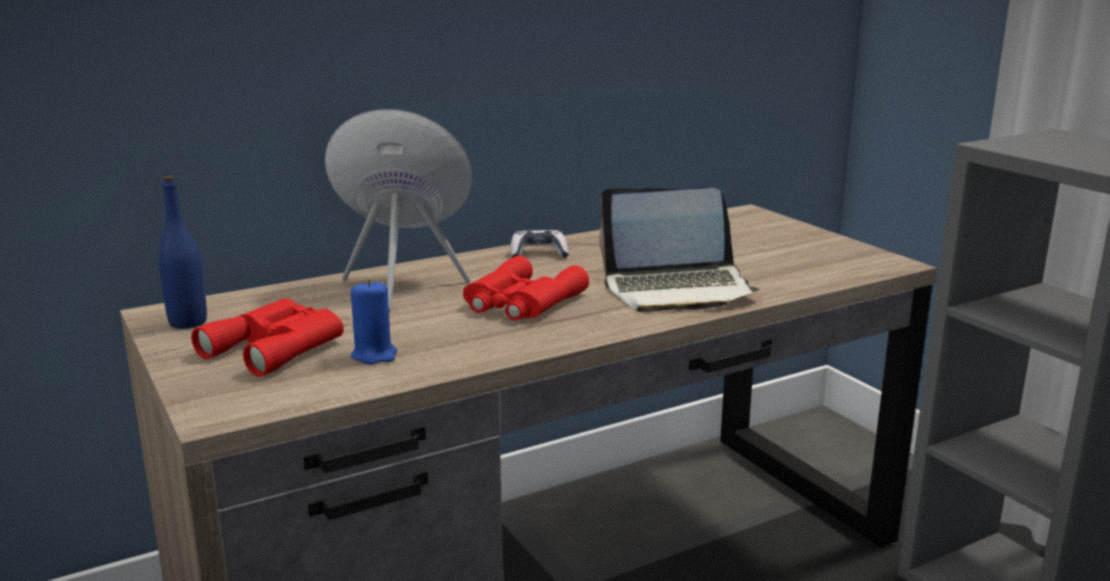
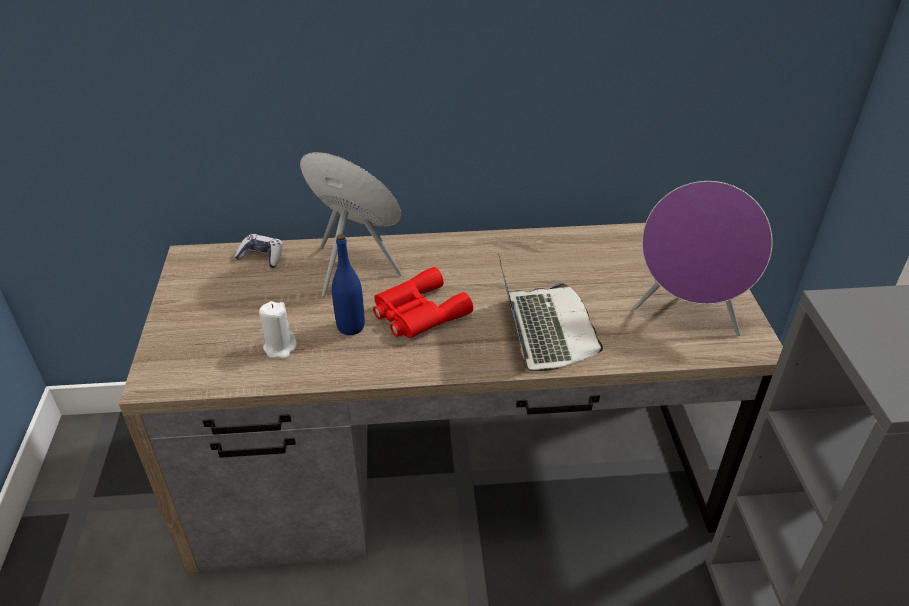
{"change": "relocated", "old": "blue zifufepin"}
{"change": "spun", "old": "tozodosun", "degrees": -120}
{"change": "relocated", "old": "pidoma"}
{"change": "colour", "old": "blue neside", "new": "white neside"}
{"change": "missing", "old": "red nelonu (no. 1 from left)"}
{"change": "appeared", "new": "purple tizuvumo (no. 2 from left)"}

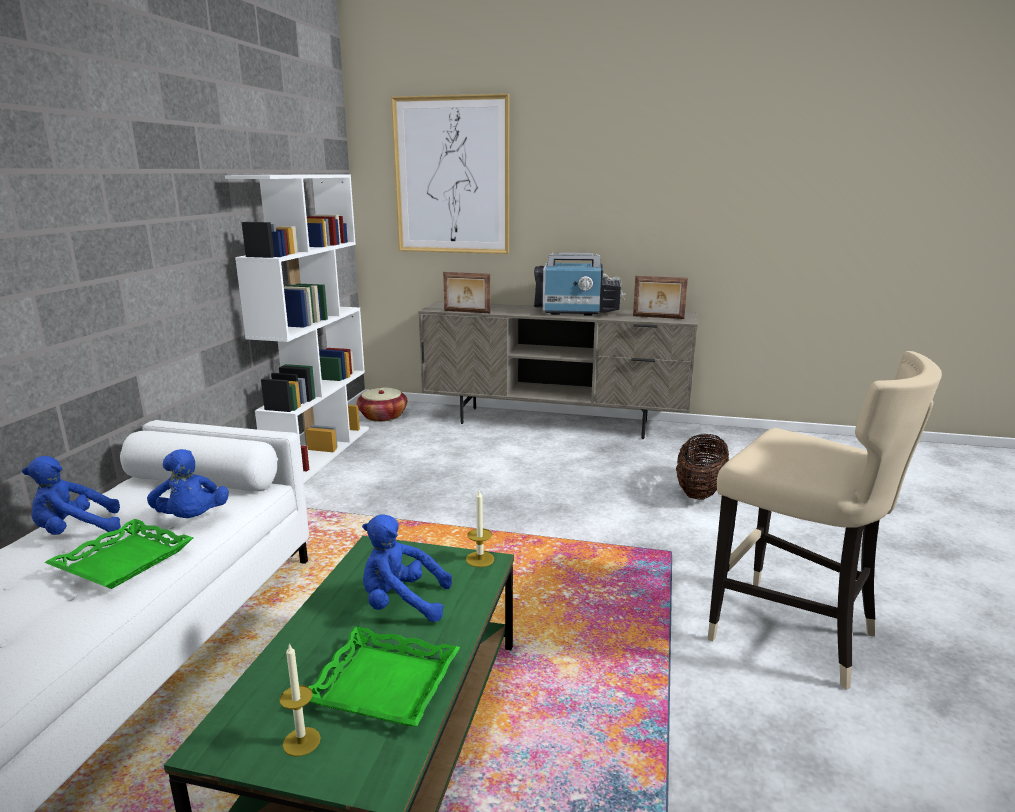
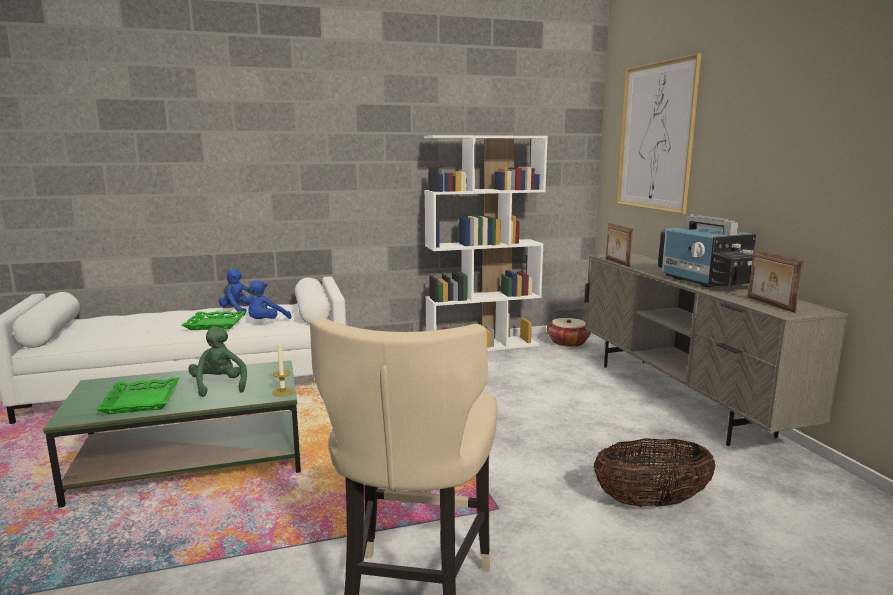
{"change": "colour", "old": "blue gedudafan (no. 3 from left)", "new": "green gedudafan"}
{"change": "missing", "old": "neside (no. 1 from left)"}

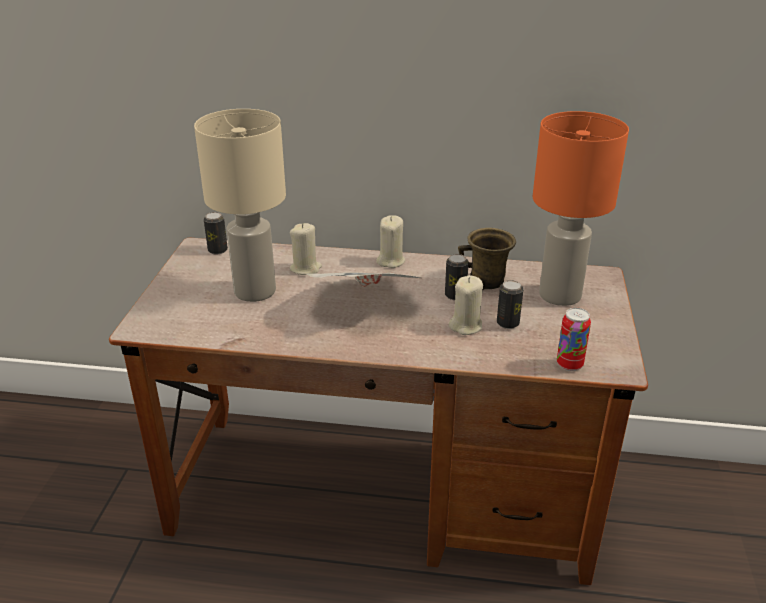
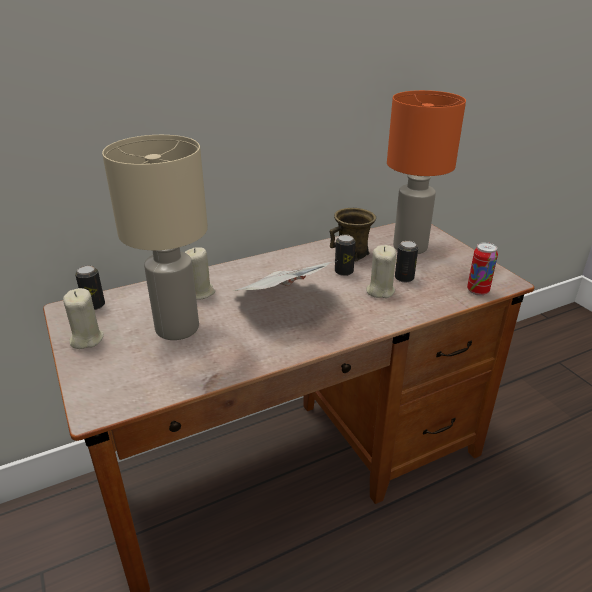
{"change": "relocated", "old": "beige neside (no. 2 from left in the first image)", "new": "beige neside (no. 1 from left)"}

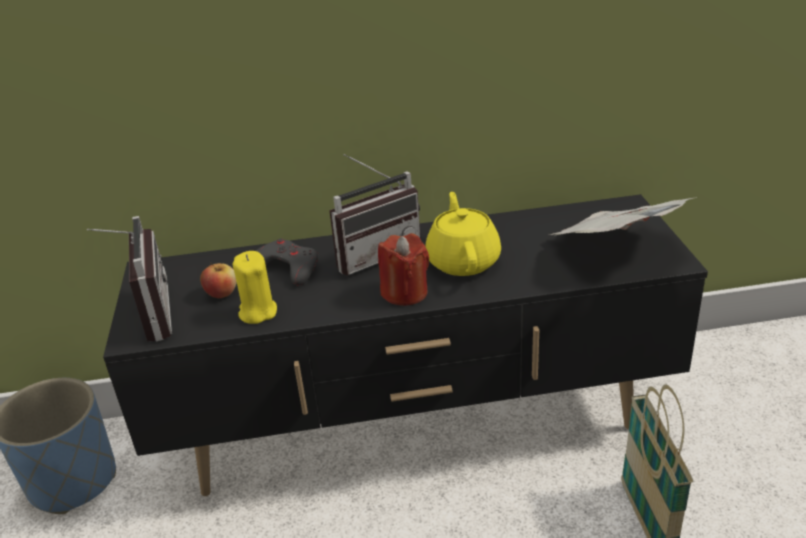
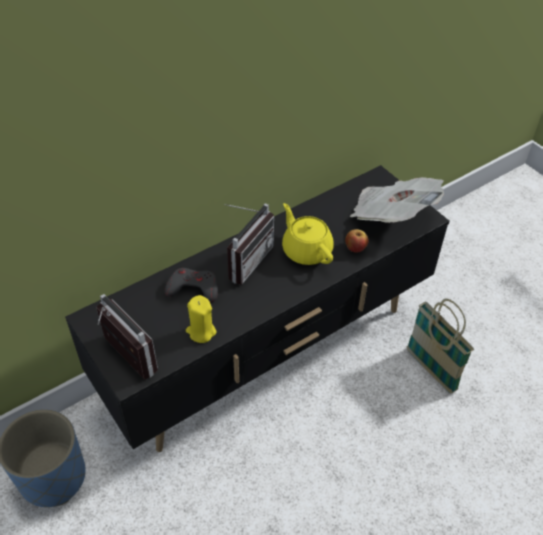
{"change": "missing", "old": "red neside"}
{"change": "relocated", "old": "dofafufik"}

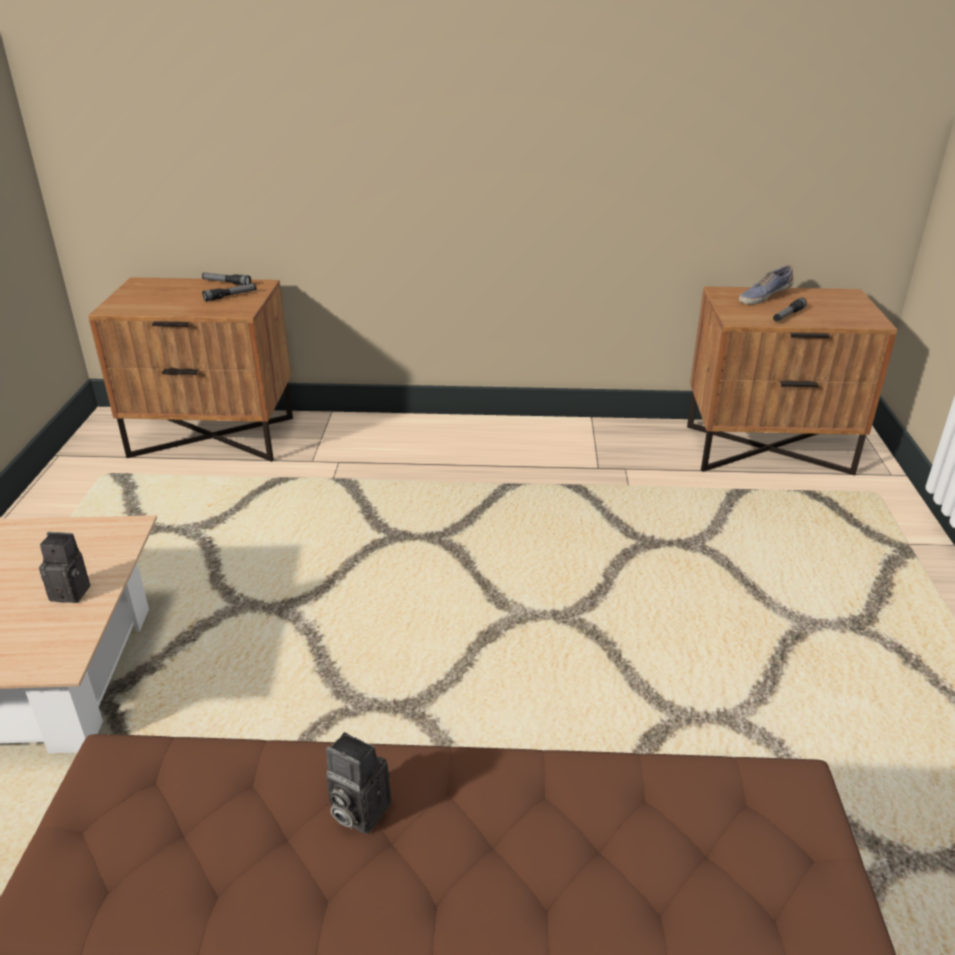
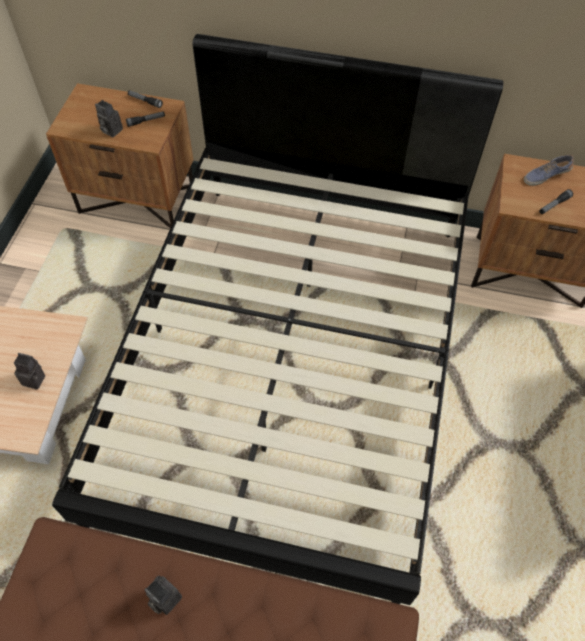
{"change": "appeared", "new": "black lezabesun"}
{"change": "appeared", "new": "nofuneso (no. 2 from left)"}

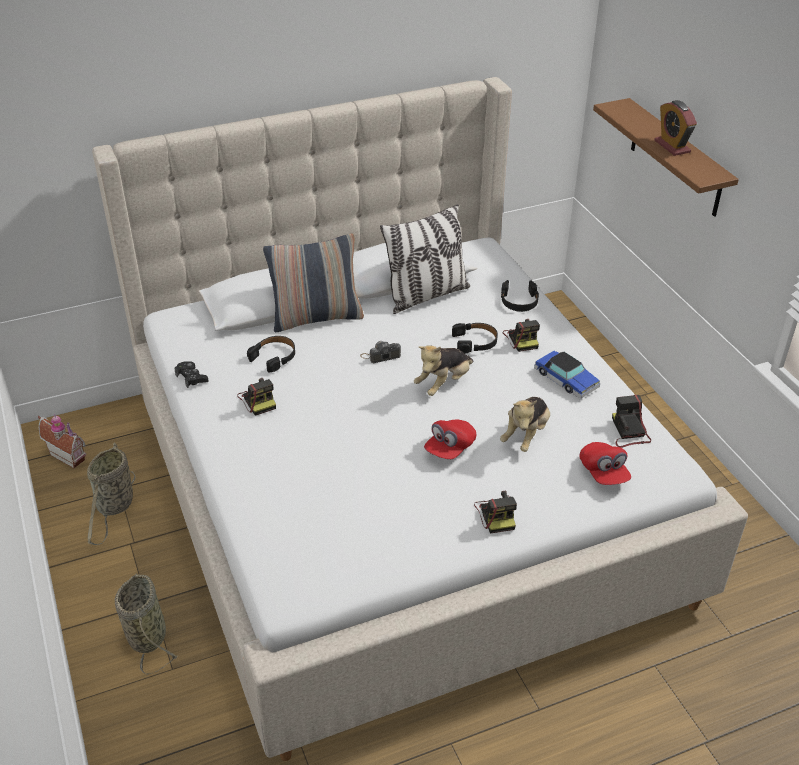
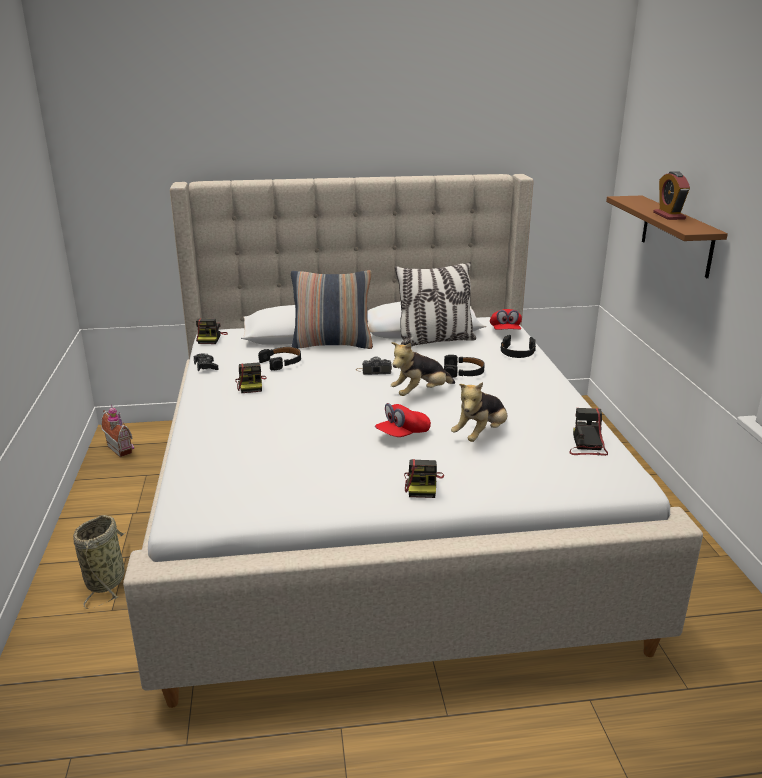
{"change": "relocated", "old": "nofuneso (no. 4 from left in the first image)", "new": "nofuneso (no. 1 from left)"}
{"change": "missing", "old": "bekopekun"}
{"change": "missing", "old": "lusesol (no. 1 from left)"}
{"change": "relocated", "old": "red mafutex (no. 2 from left)"}

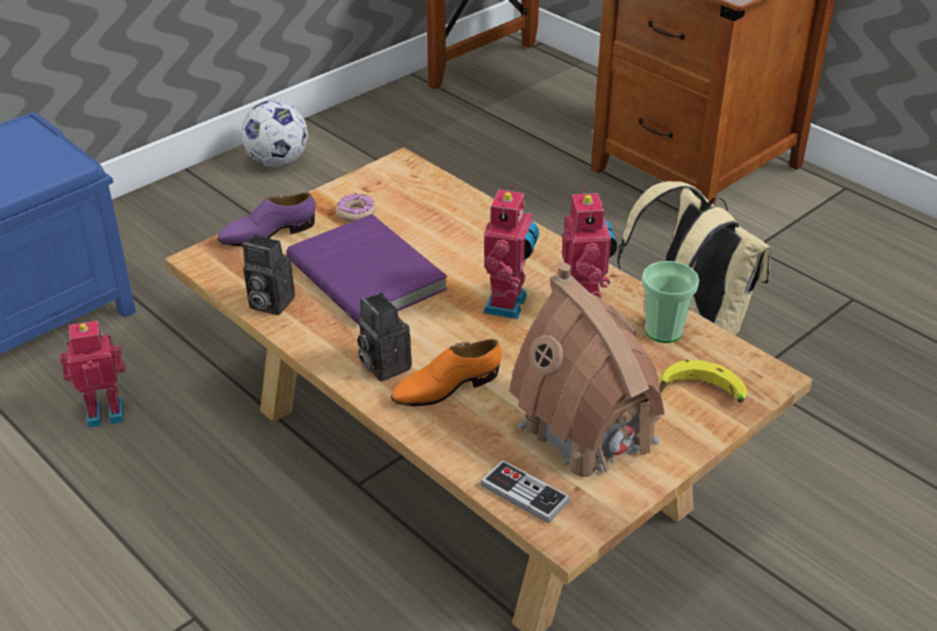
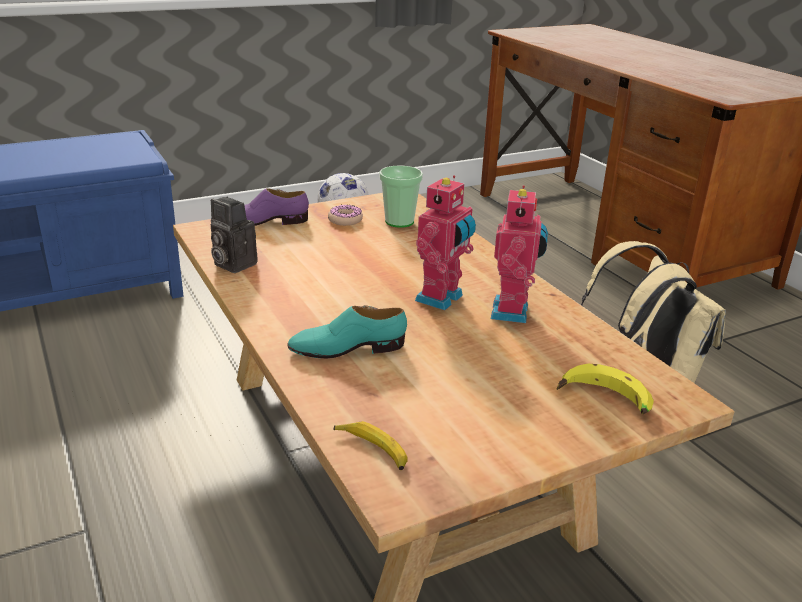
{"change": "missing", "old": "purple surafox"}
{"change": "relocated", "old": "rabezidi"}
{"change": "missing", "old": "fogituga"}
{"change": "missing", "old": "nofuneso (no. 2 from left)"}
{"change": "missing", "old": "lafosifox (no. 1 from left)"}
{"change": "colour", "old": "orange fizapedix", "new": "turquoise fizapedix"}
{"change": "exchanged", "old": "pidoma", "new": "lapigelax (no. 1 from left)"}

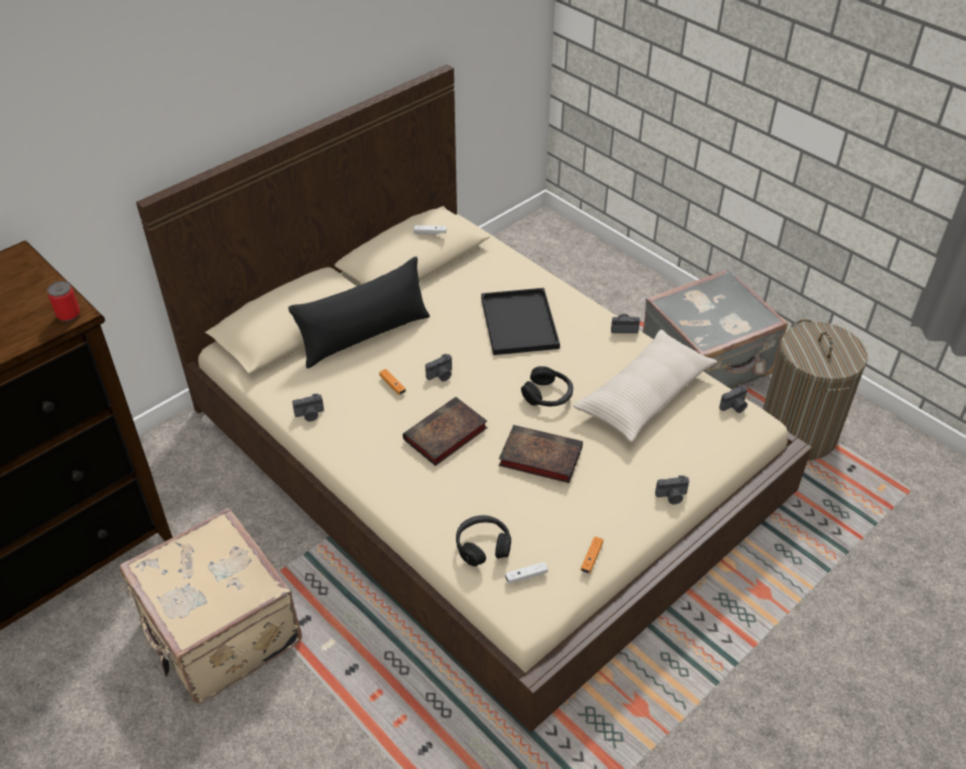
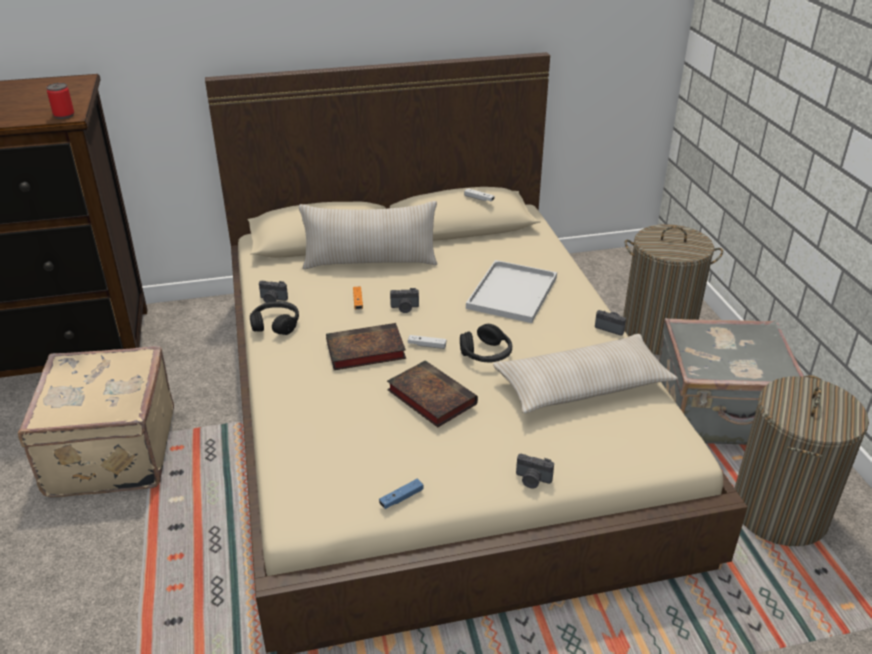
{"change": "colour", "old": "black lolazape", "new": "beige lolazape (no. 1 from left)"}
{"change": "colour", "old": "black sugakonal", "new": "white sugakonal"}
{"change": "missing", "old": "nofuneso (no. 5 from left)"}
{"change": "relocated", "old": "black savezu (no. 1 from left)"}
{"change": "colour", "old": "orange pidoma (no. 2 from left)", "new": "blue pidoma"}
{"change": "relocated", "old": "white pidoma (no. 2 from left in the first image)", "new": "white pidoma (no. 1 from left)"}
{"change": "appeared", "new": "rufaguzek (no. 1 from left)"}

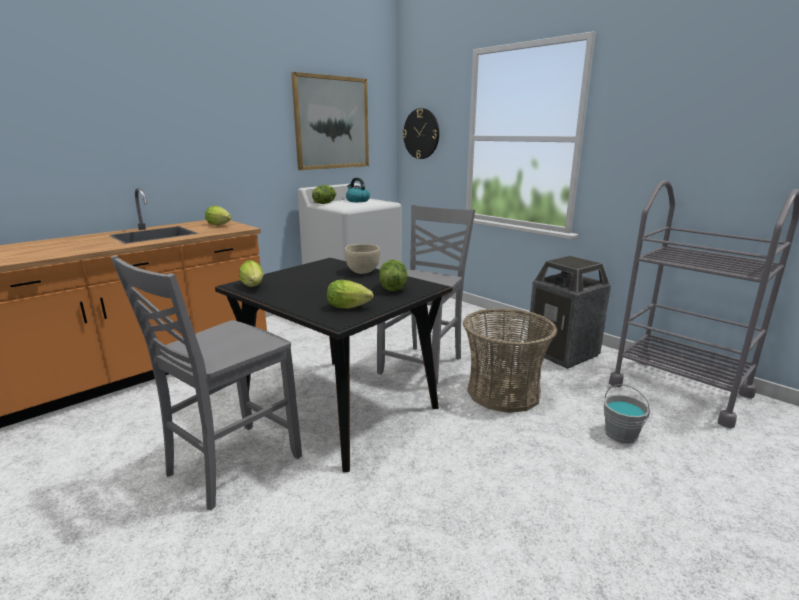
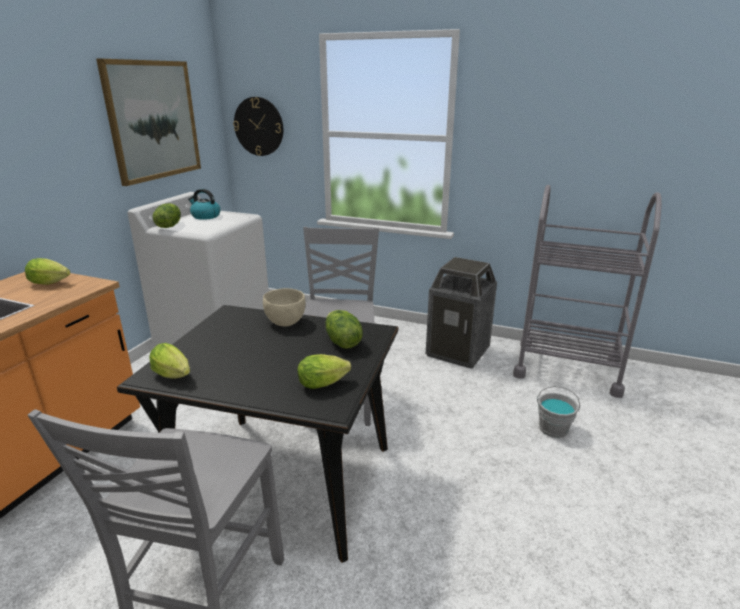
{"change": "missing", "old": "lusesol"}

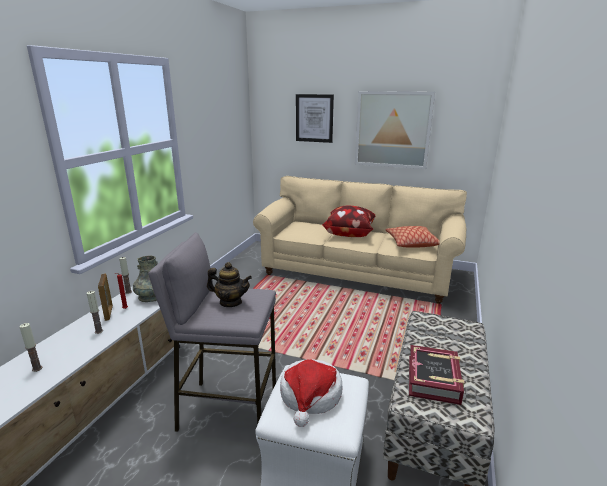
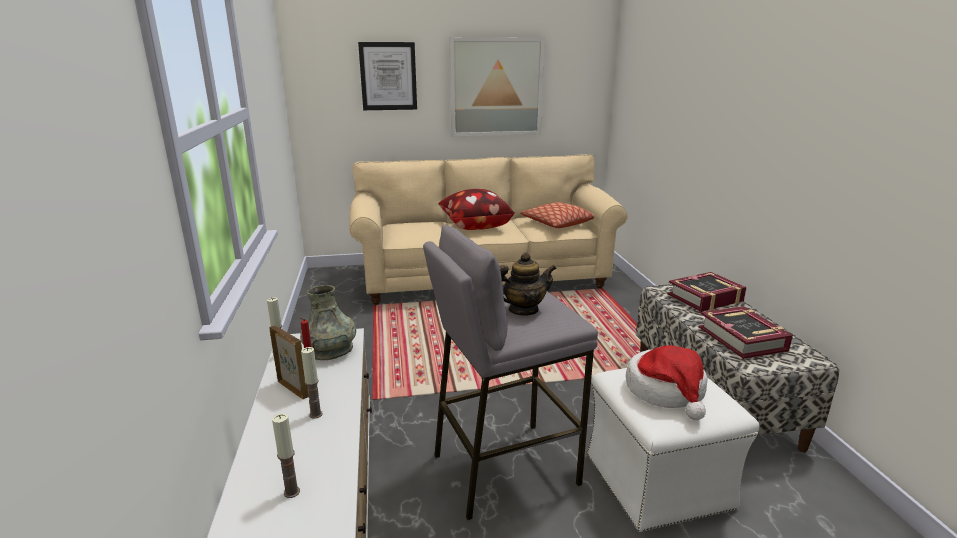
{"change": "appeared", "new": "surafox (no. 1 from left)"}

